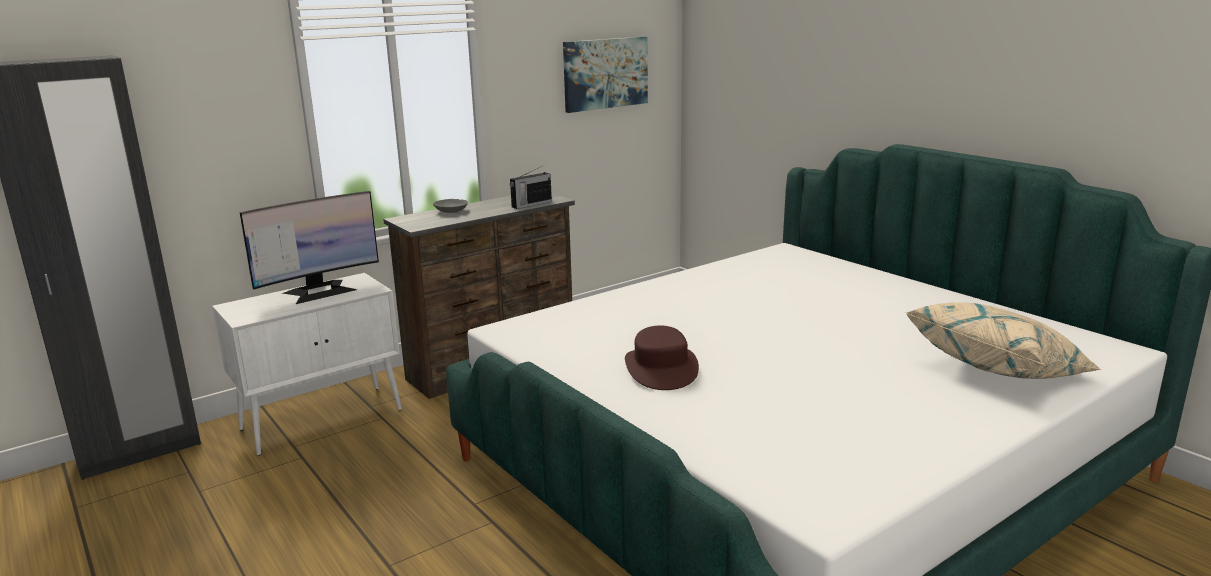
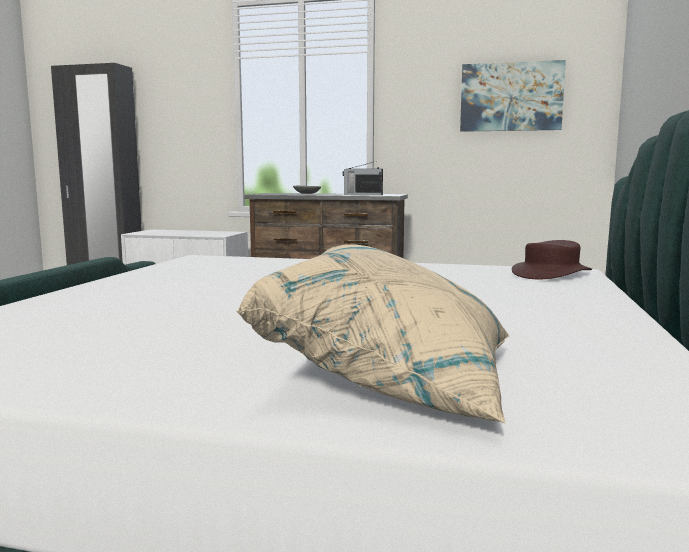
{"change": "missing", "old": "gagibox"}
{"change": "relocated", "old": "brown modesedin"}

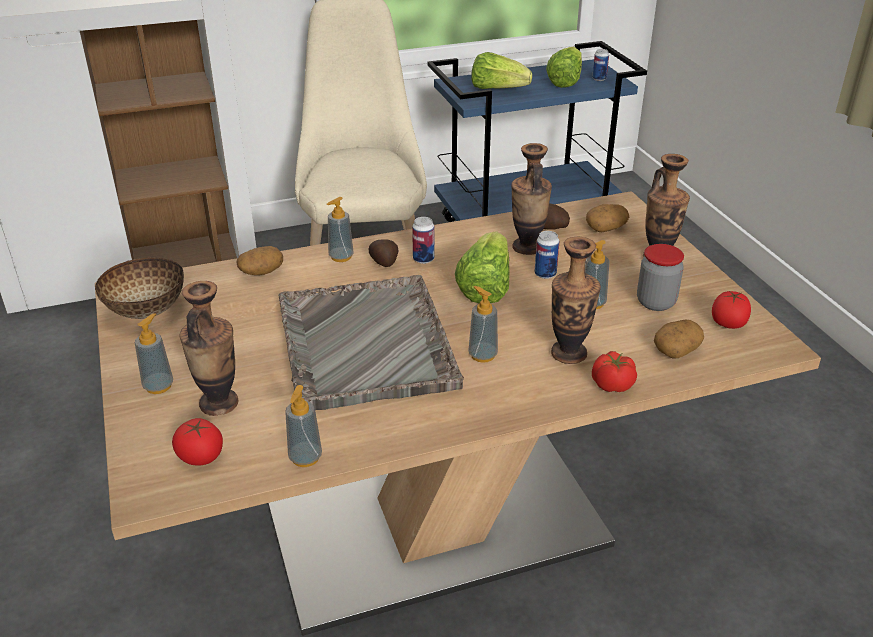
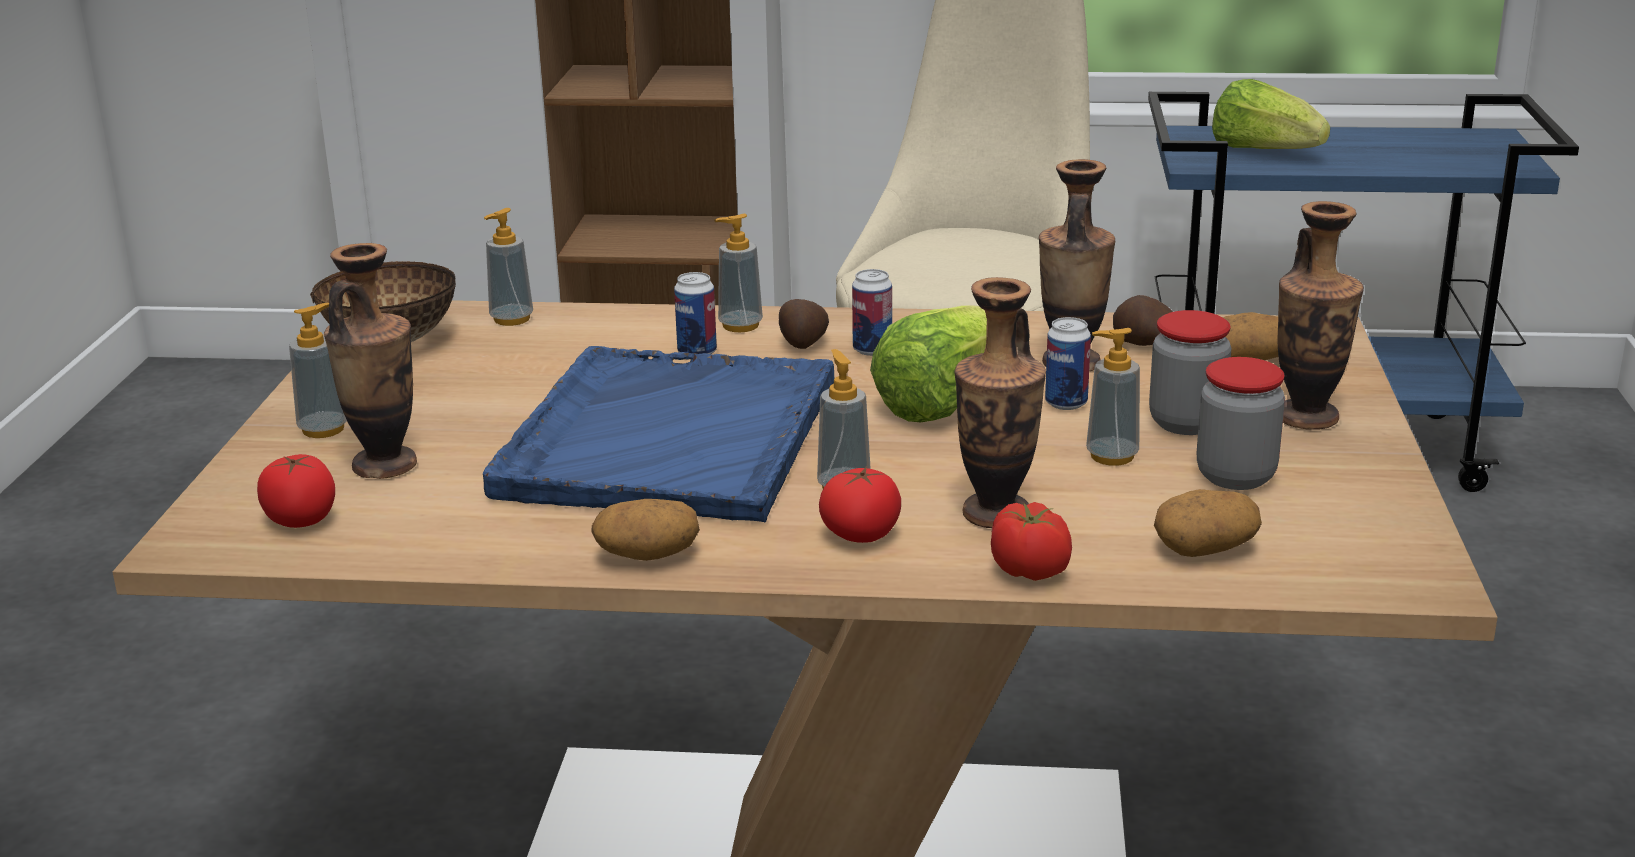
{"change": "missing", "old": "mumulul (no. 3 from left)"}
{"change": "relocated", "old": "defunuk (no. 3 from left in the first image)", "new": "defunuk (no. 1 from left)"}
{"change": "relocated", "old": "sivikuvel (no. 1 from left)"}
{"change": "colour", "old": "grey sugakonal", "new": "blue sugakonal"}
{"change": "relocated", "old": "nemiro (no. 3 from left in the first image)", "new": "nemiro (no. 2 from left)"}
{"change": "relocated", "old": "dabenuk (no. 2 from left)"}
{"change": "appeared", "new": "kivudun (no. 1 from left)"}

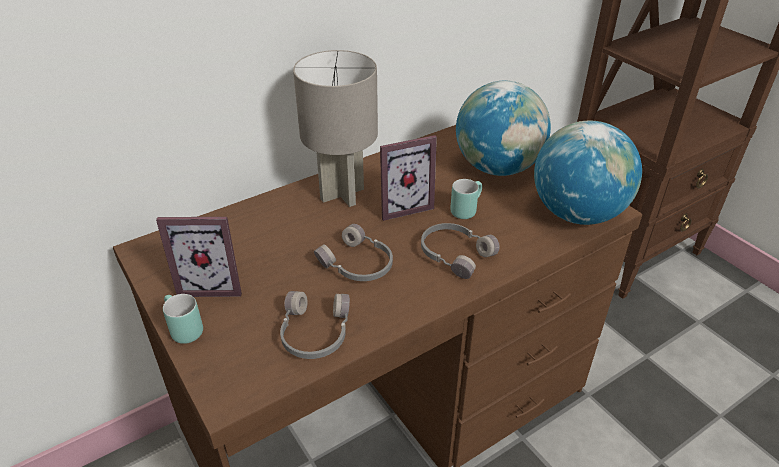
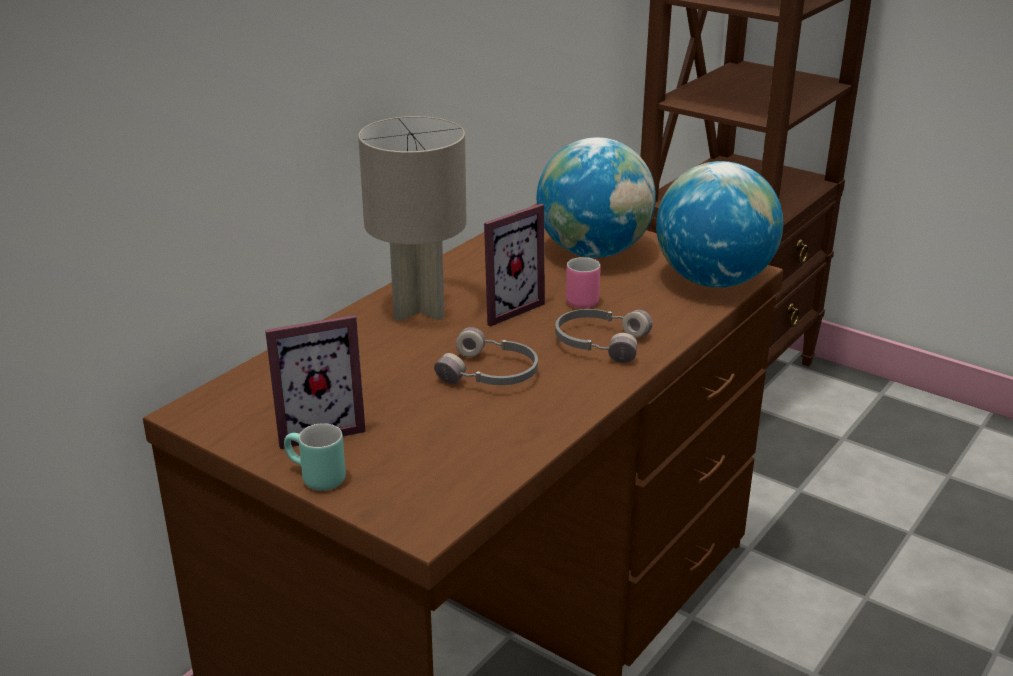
{"change": "colour", "old": "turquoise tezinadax (no. 2 from left)", "new": "pink tezinadax"}
{"change": "missing", "old": "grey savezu (no. 1 from left)"}

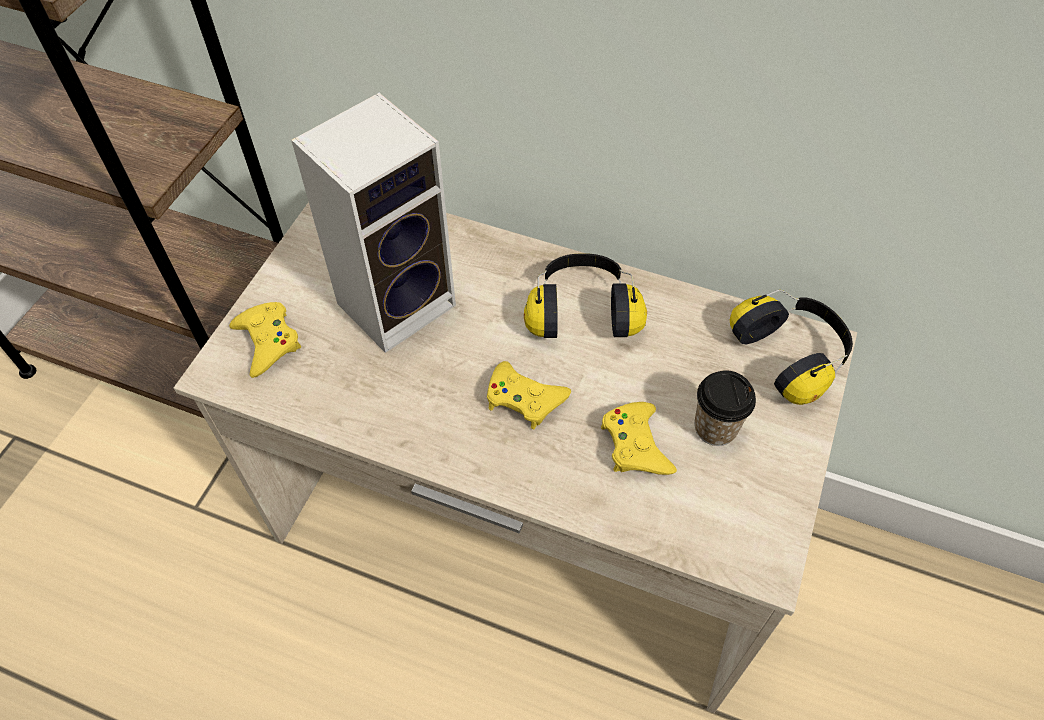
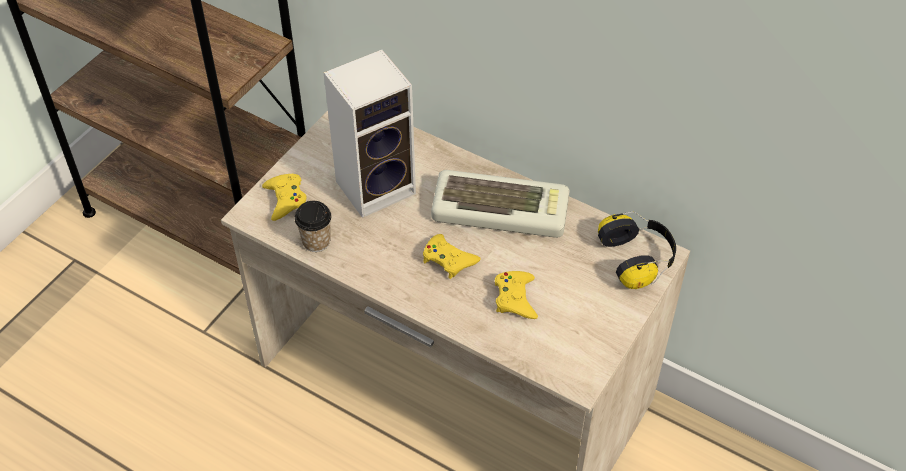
{"change": "exchanged", "old": "savezu (no. 1 from left)", "new": "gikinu"}
{"change": "relocated", "old": "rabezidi"}

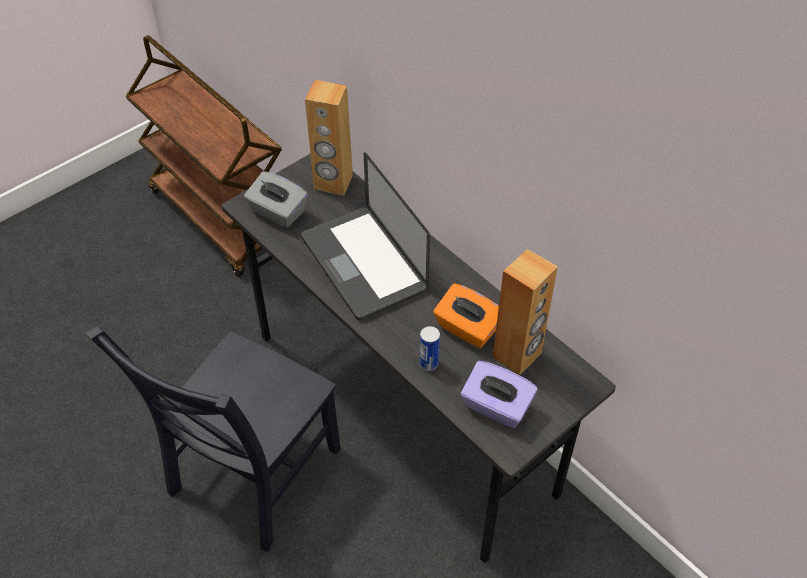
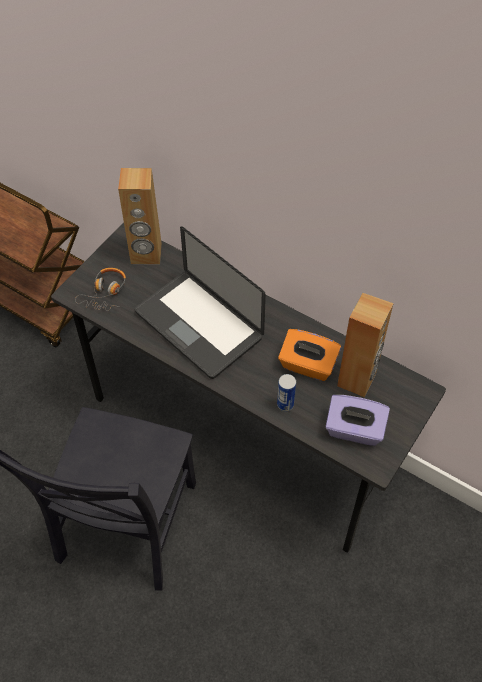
{"change": "exchanged", "old": "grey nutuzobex", "new": "savezu"}

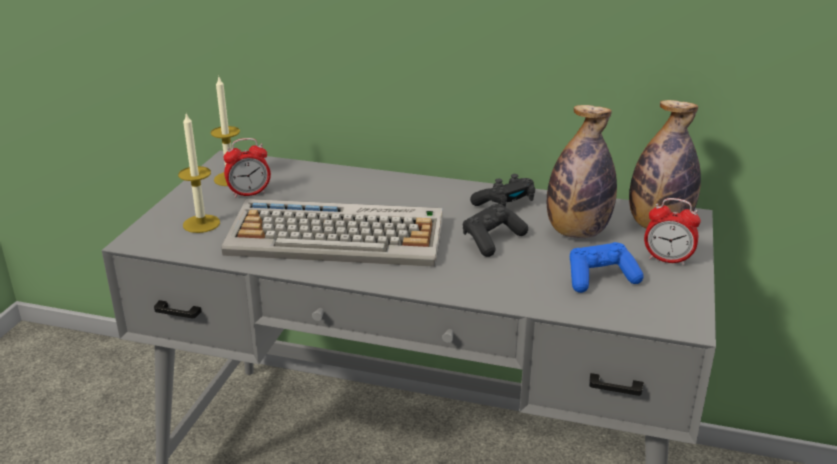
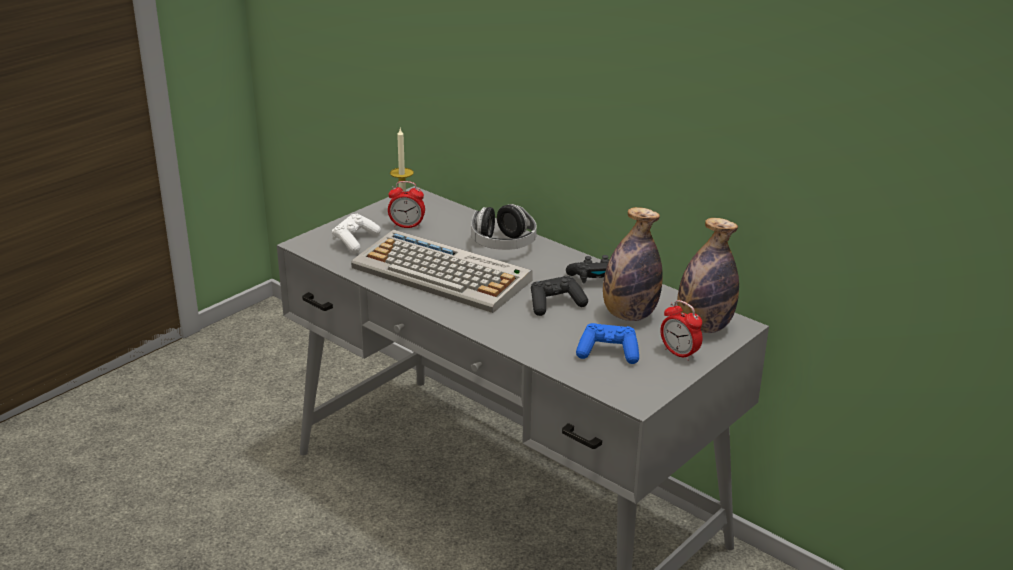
{"change": "exchanged", "old": "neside (no. 1 from left)", "new": "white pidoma"}
{"change": "appeared", "new": "savezu"}

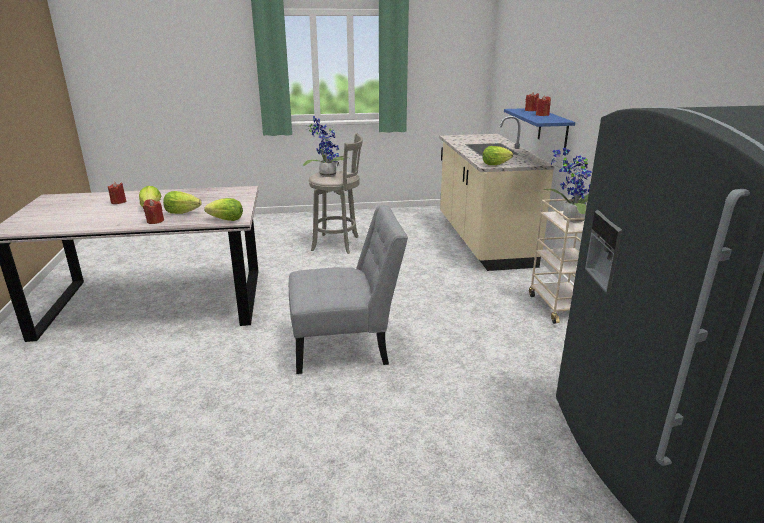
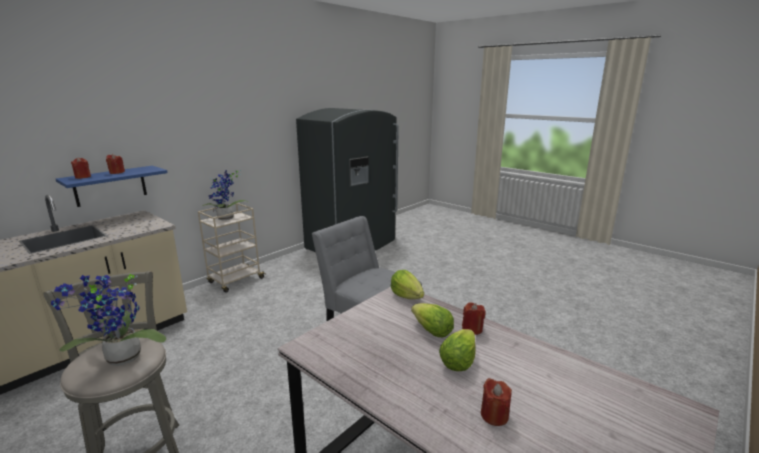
{"change": "missing", "old": "mumulul (no. 4 from left)"}

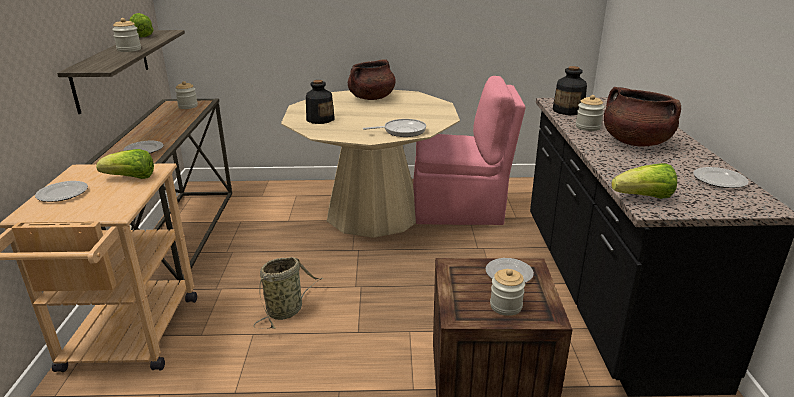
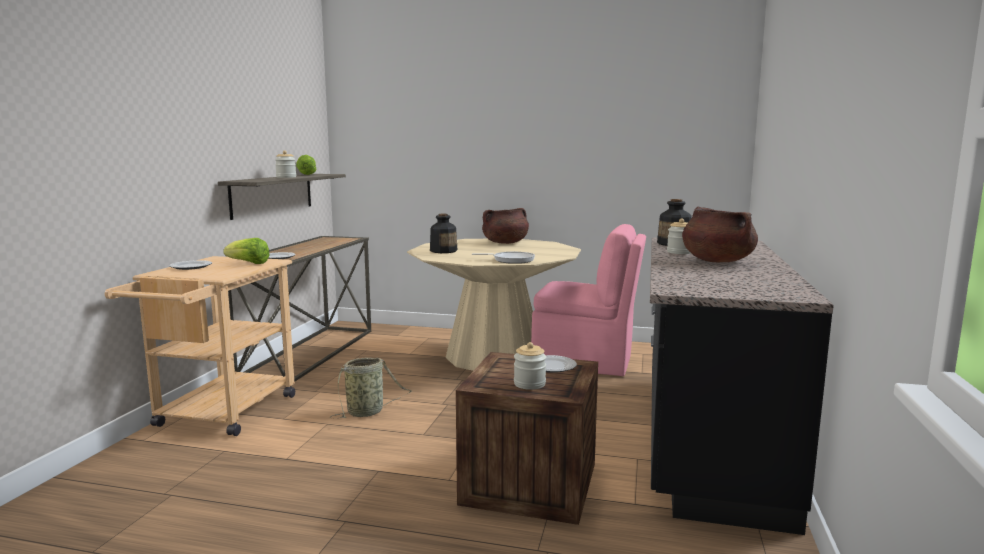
{"change": "missing", "old": "kivudun (no. 2 from left)"}
{"change": "missing", "old": "mumulul (no. 3 from left)"}
{"change": "missing", "old": "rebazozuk (no. 4 from left)"}

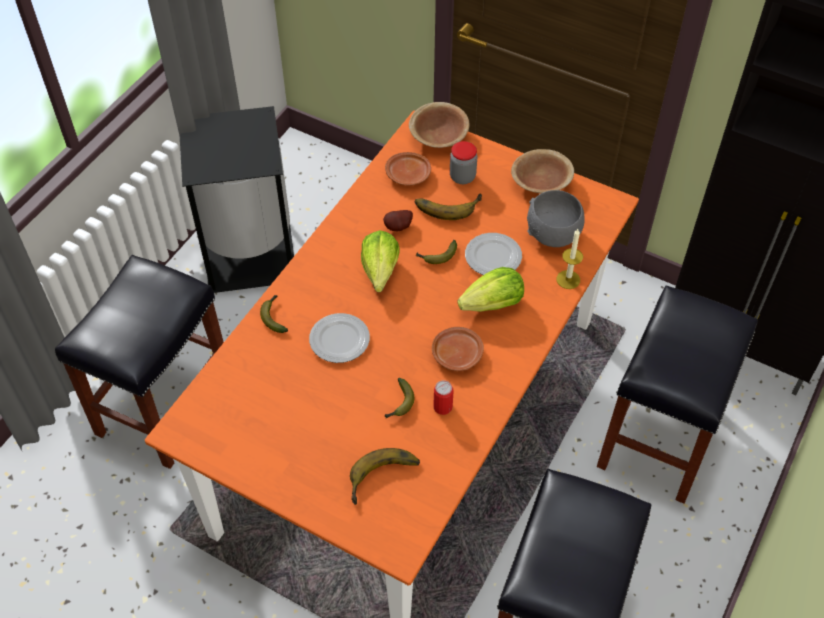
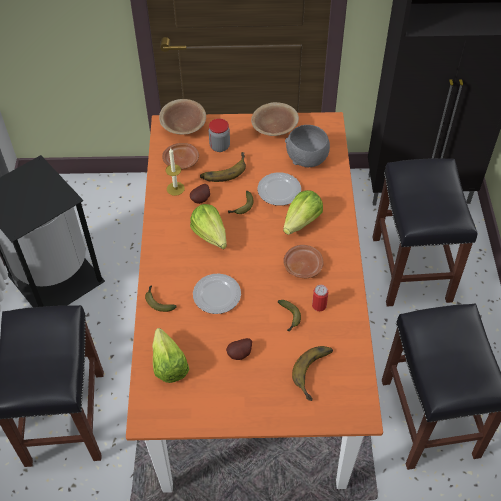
{"change": "relocated", "old": "neside"}
{"change": "appeared", "new": "mumulul (no. 1 from left)"}
{"change": "appeared", "new": "sivikuvel (no. 2 from left)"}

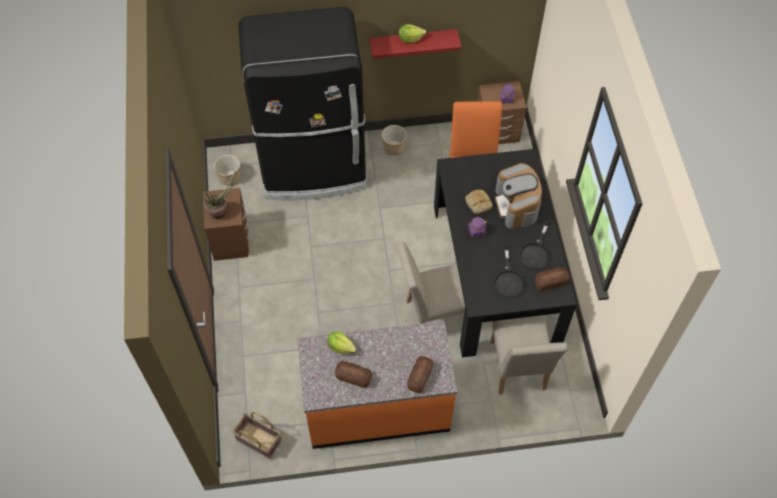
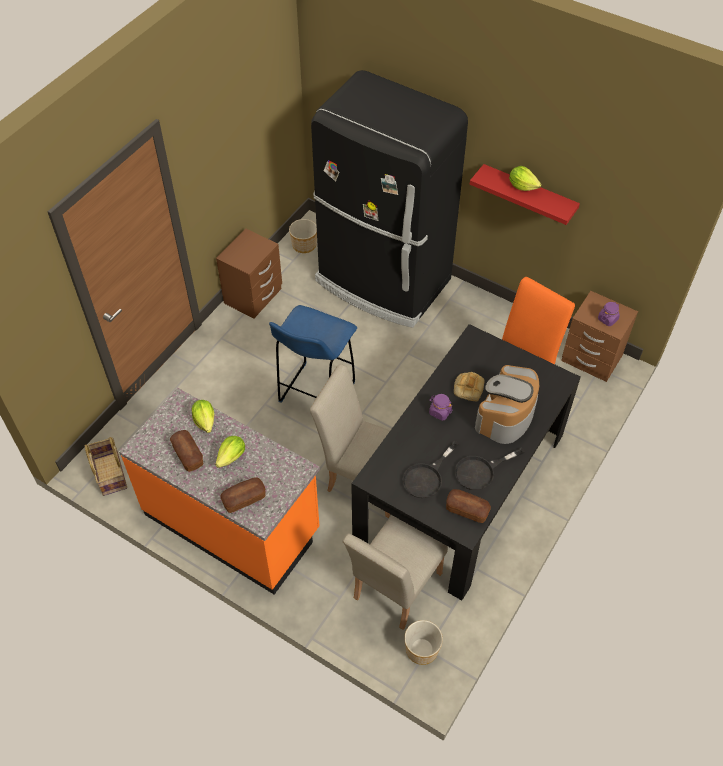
{"change": "relocated", "old": "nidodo (no. 2 from left)"}
{"change": "missing", "old": "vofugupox"}
{"change": "appeared", "new": "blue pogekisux"}
{"change": "appeared", "new": "mumulul (no. 2 from left)"}

